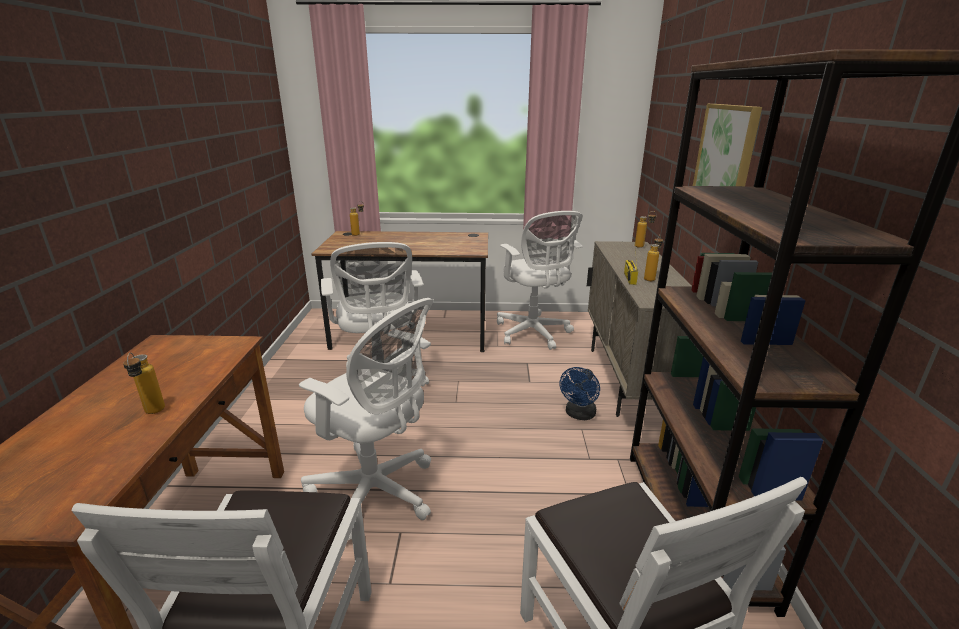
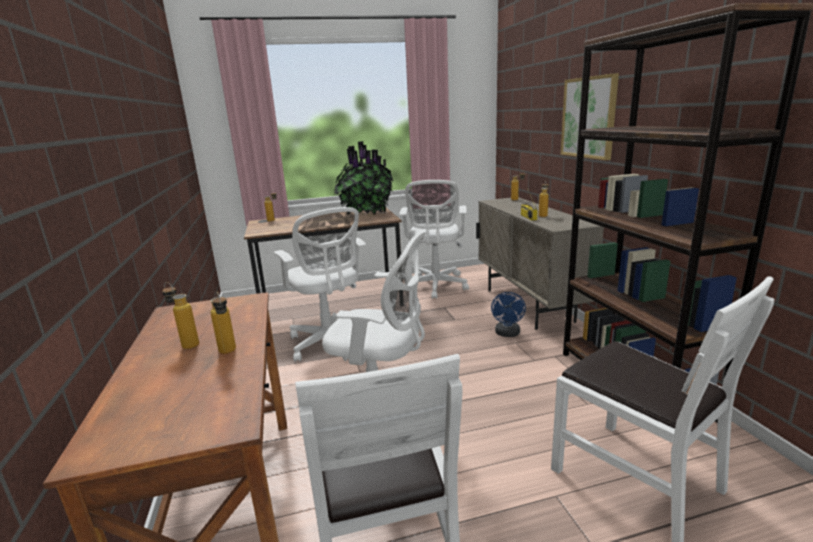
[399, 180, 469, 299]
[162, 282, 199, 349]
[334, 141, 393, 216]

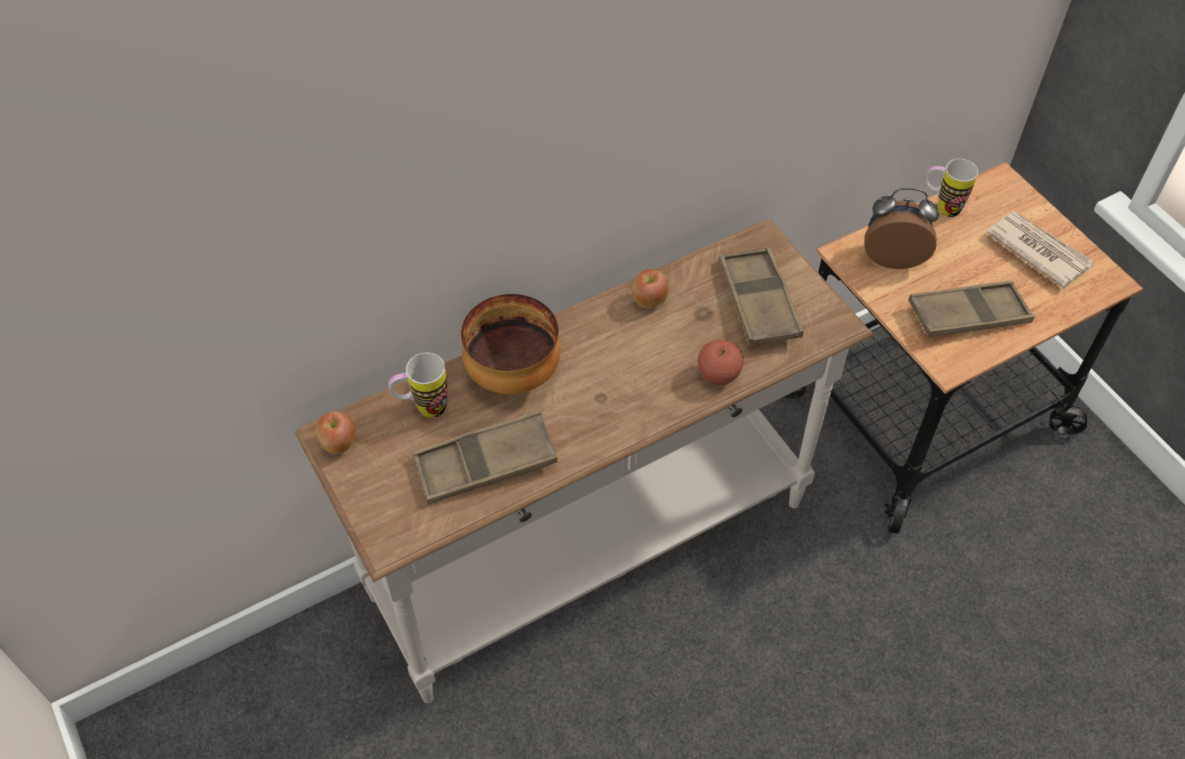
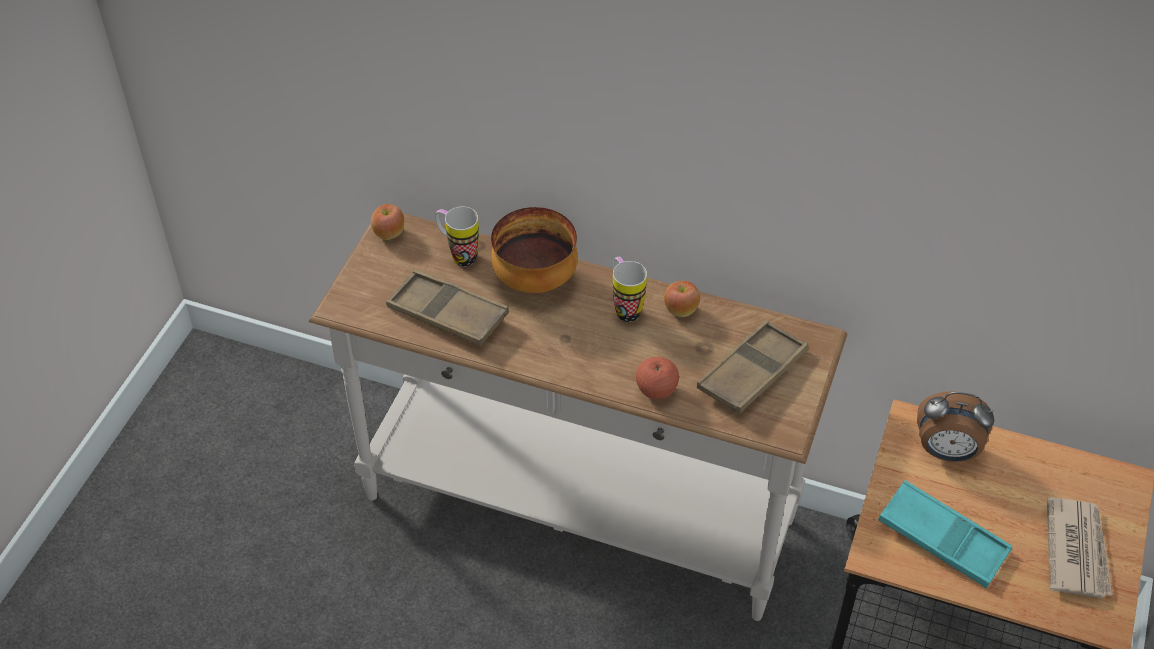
[917, 391, 994, 462]
[878, 480, 1012, 588]
[613, 257, 647, 322]

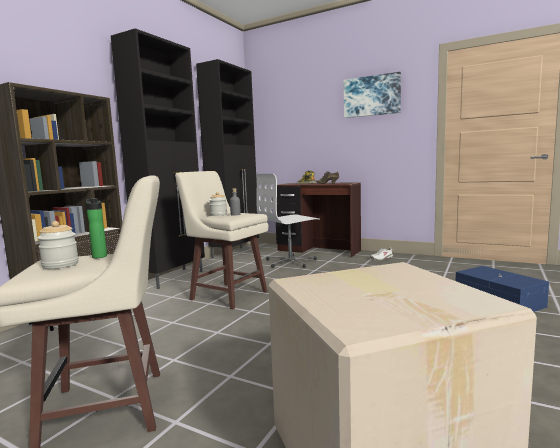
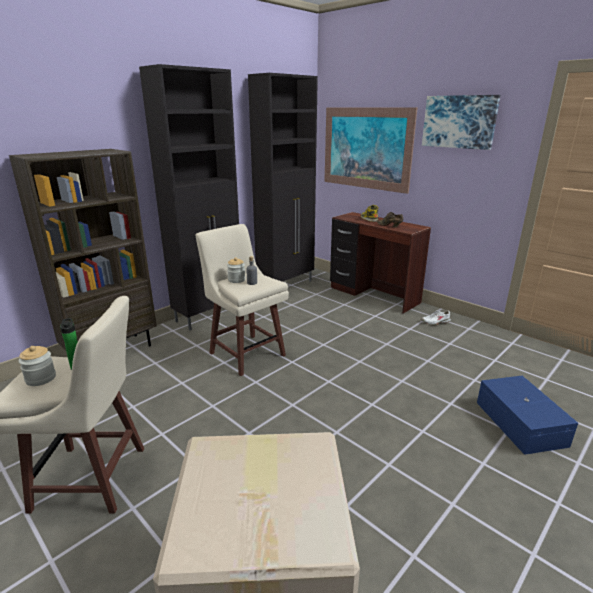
[257, 174, 320, 268] (first image)
[324, 108, 417, 194]

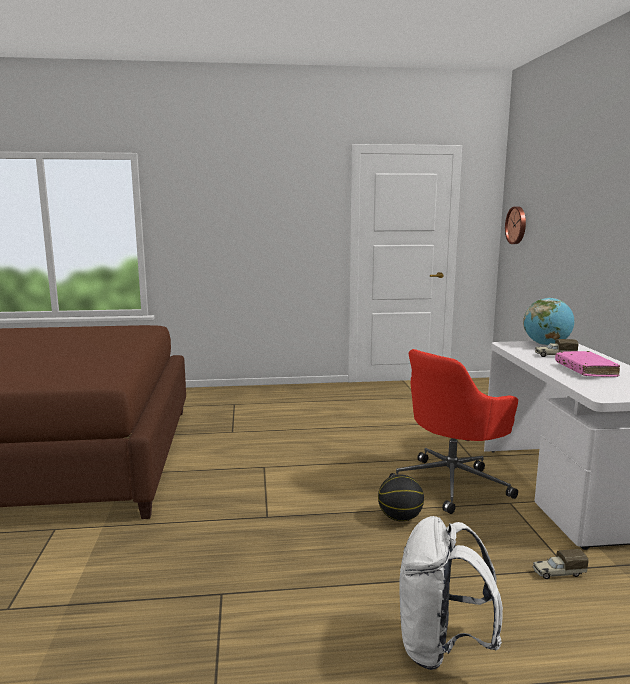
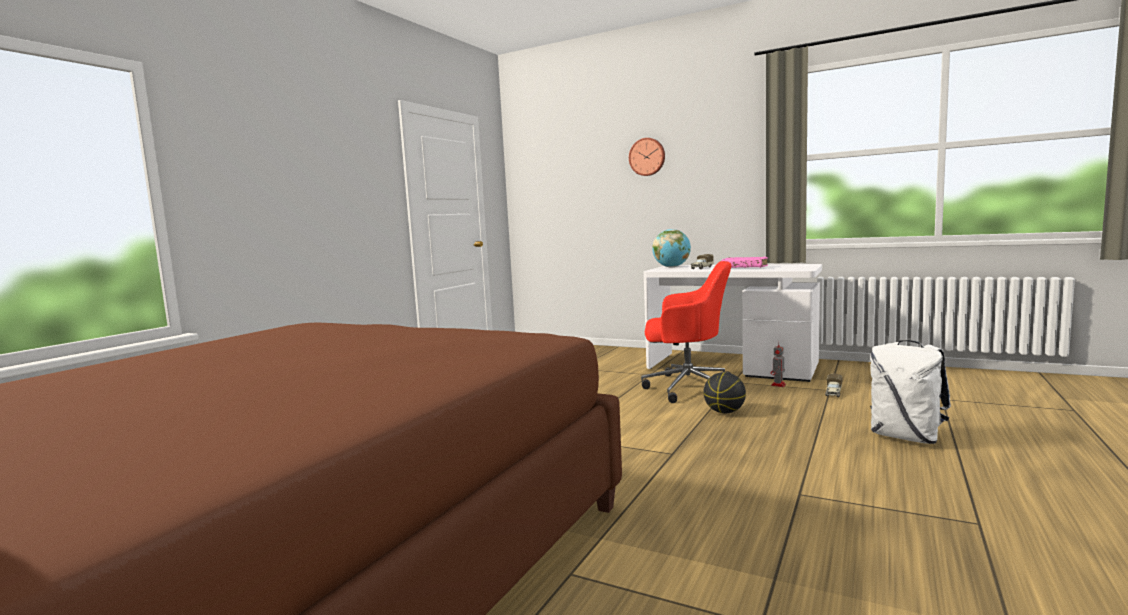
[641, 261, 731, 403]
[629, 138, 665, 176]
[771, 342, 786, 387]

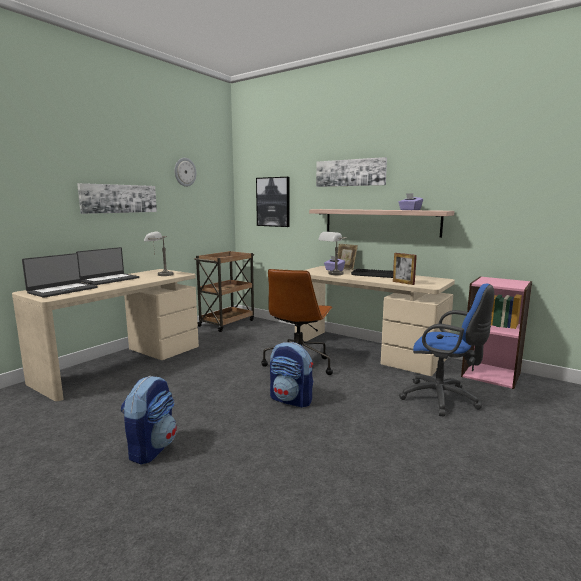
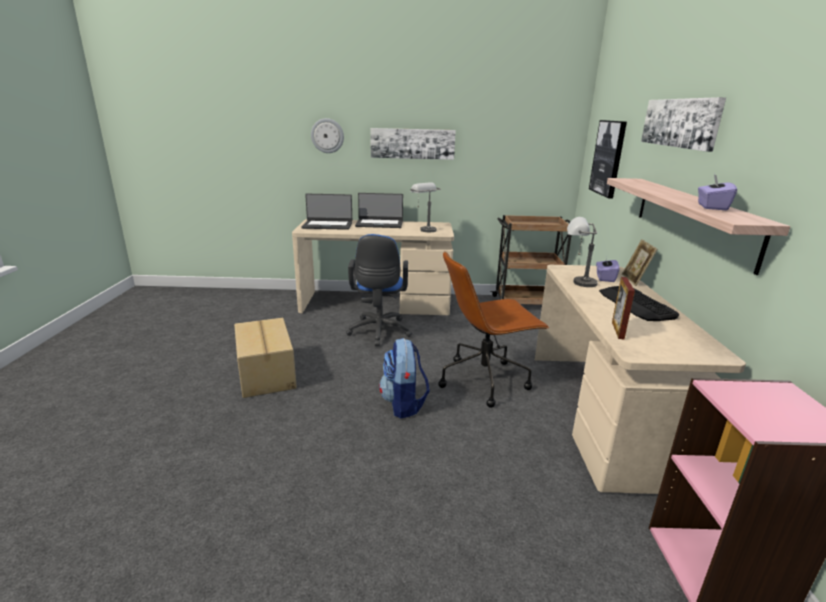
[234, 318, 297, 398]
[311, 118, 344, 153]
[346, 234, 412, 346]

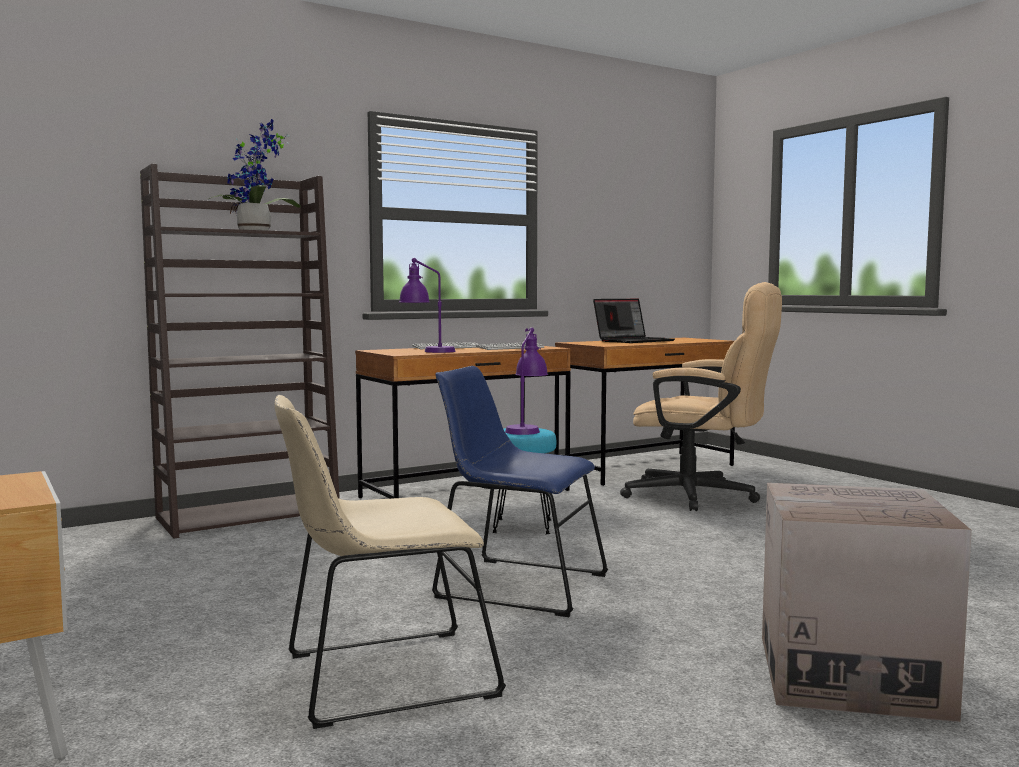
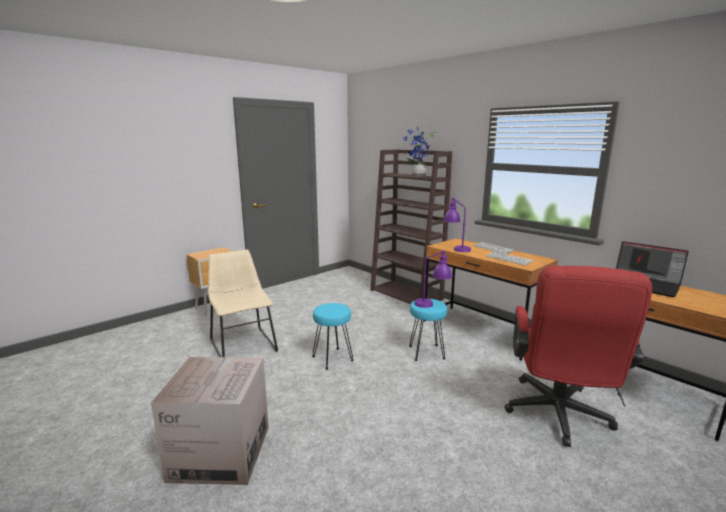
[312, 303, 354, 370]
[504, 266, 652, 447]

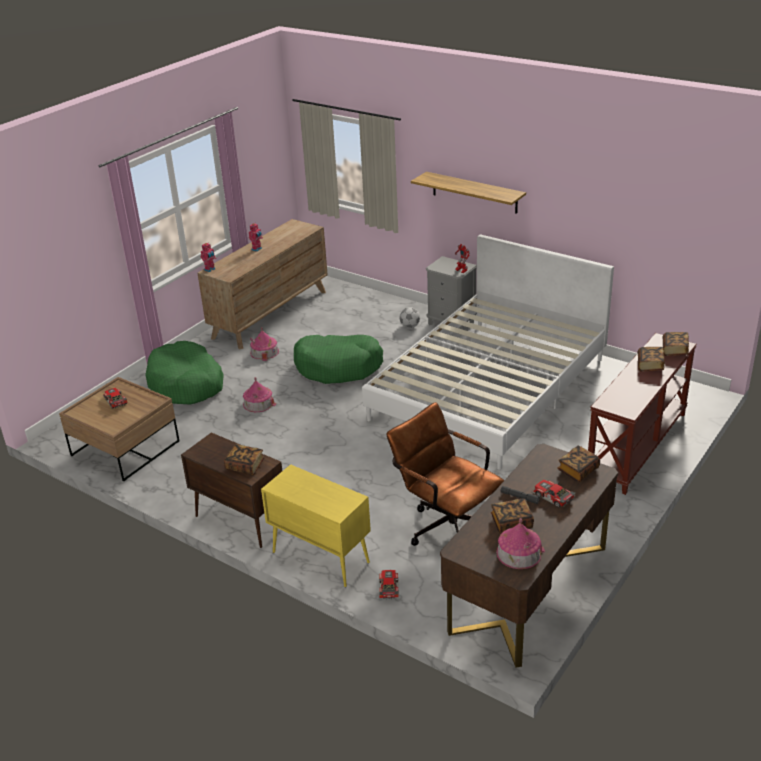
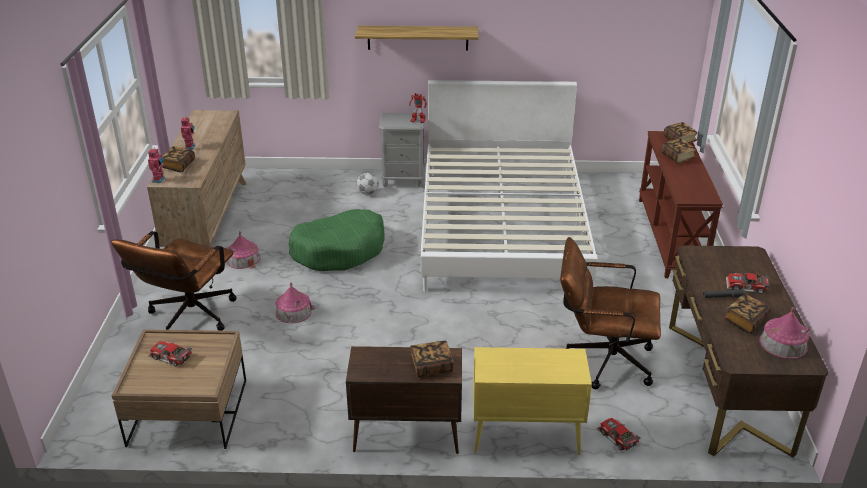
[111, 231, 237, 331]
[162, 146, 195, 172]

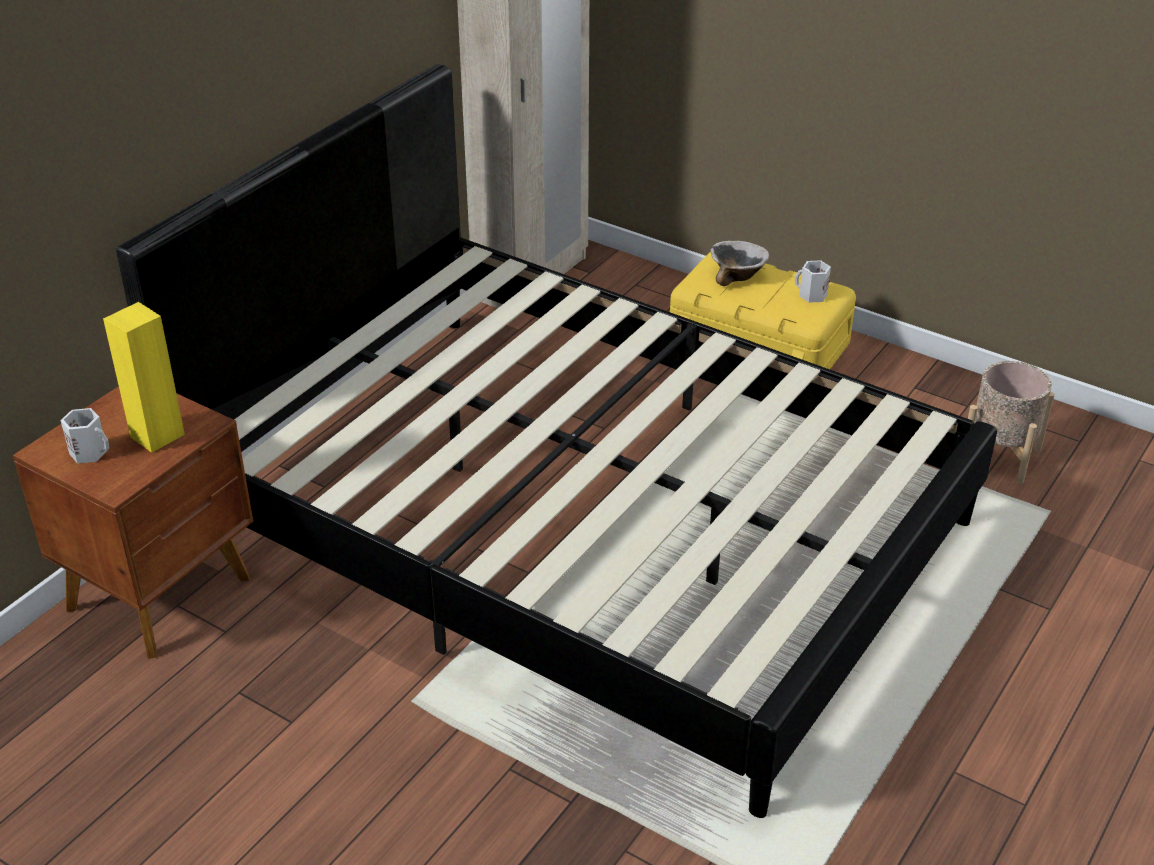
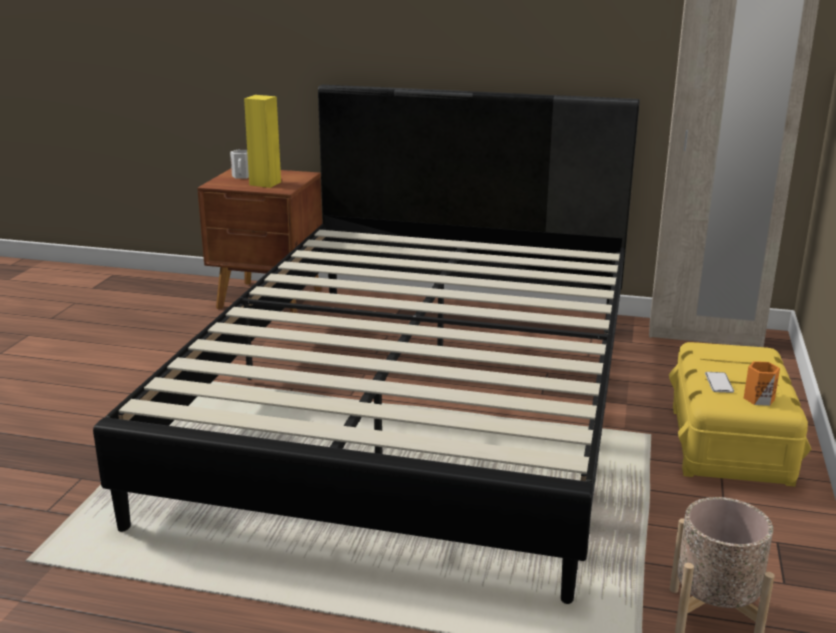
[711, 241, 769, 286] (first image)
[744, 361, 780, 406]
[705, 372, 734, 393]

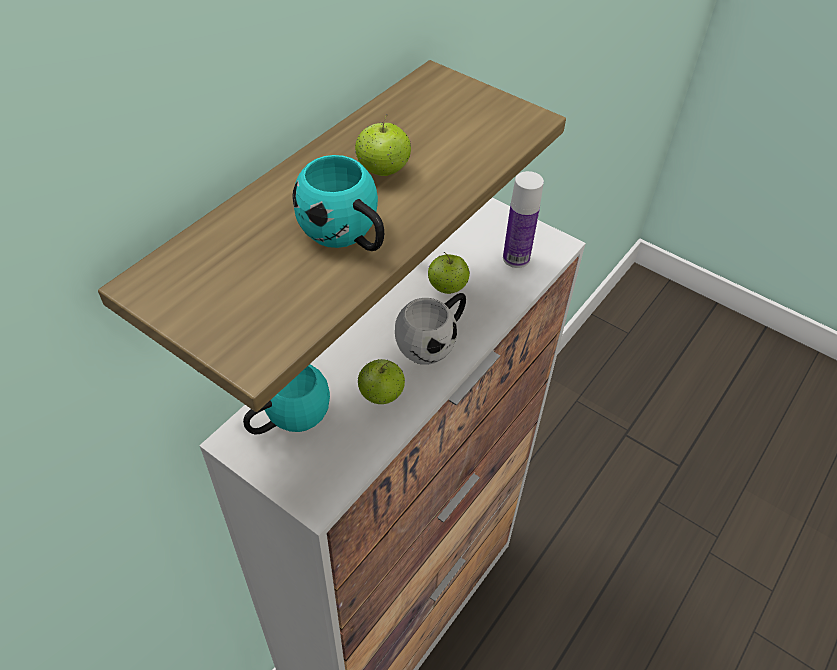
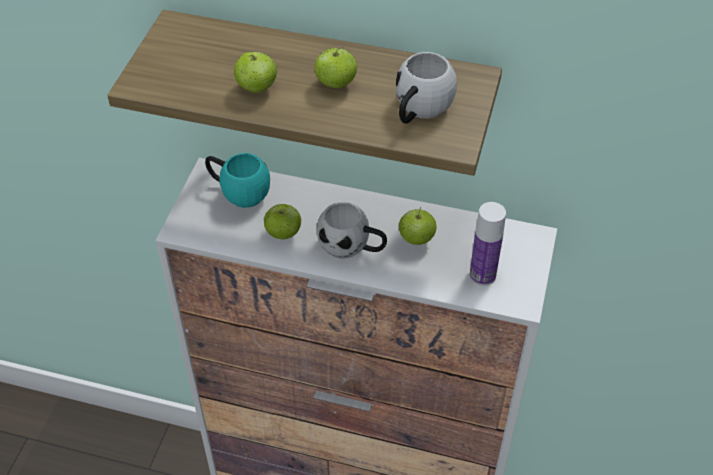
[234, 52, 277, 93]
[396, 52, 457, 124]

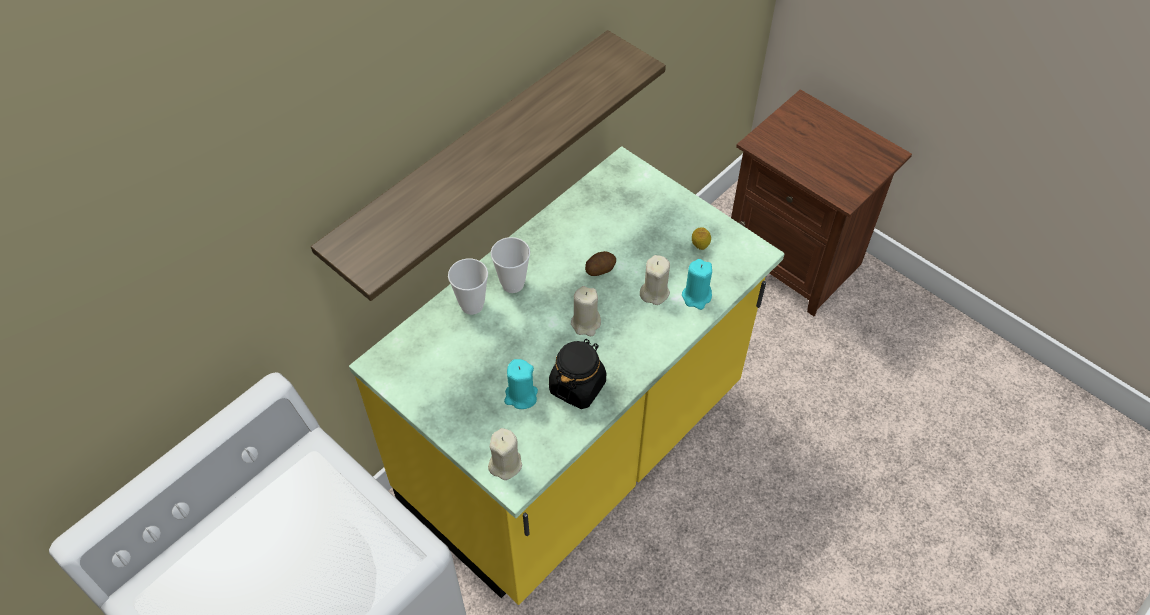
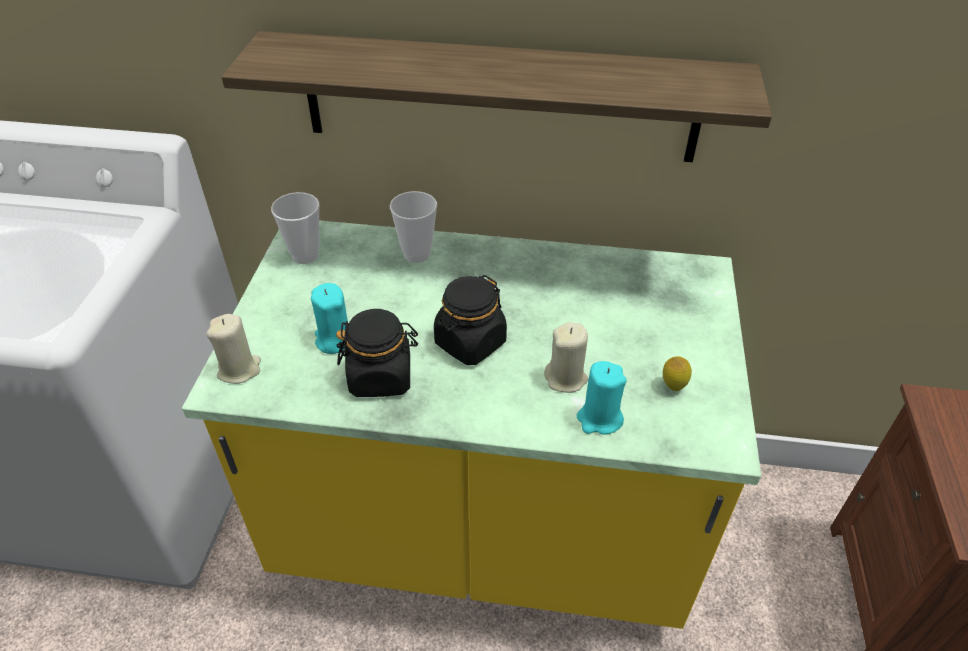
[271, 192, 320, 264]
[434, 275, 507, 365]
[585, 251, 616, 276] (first image)

